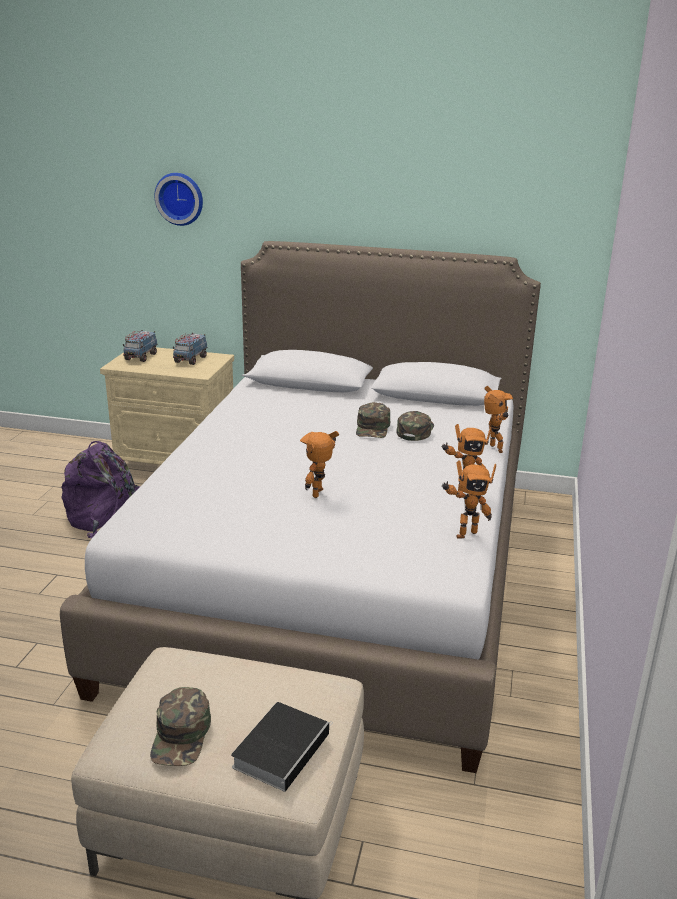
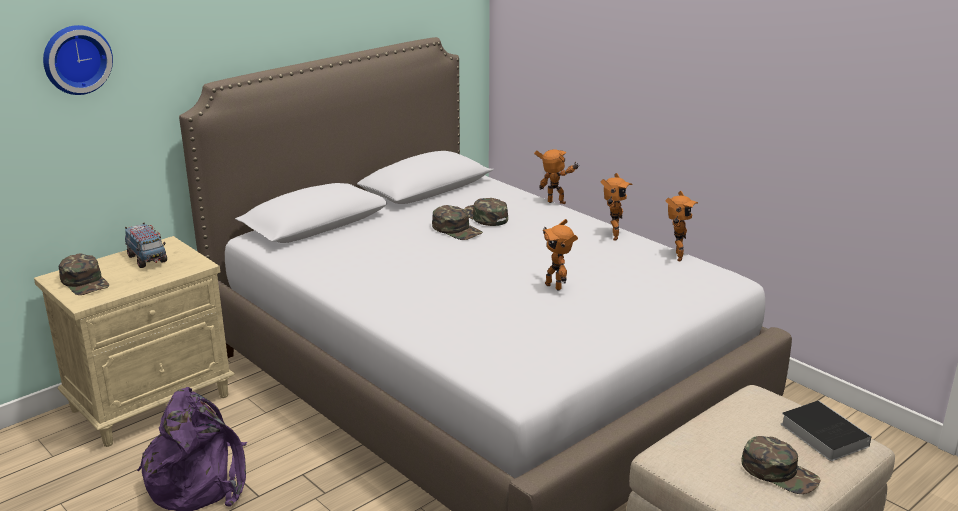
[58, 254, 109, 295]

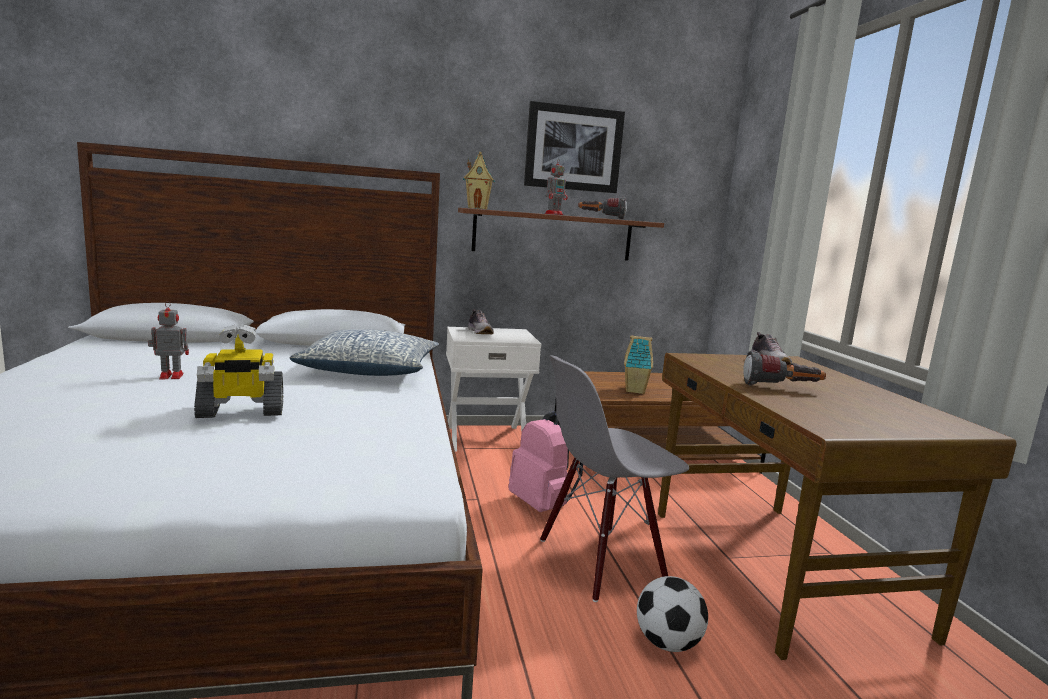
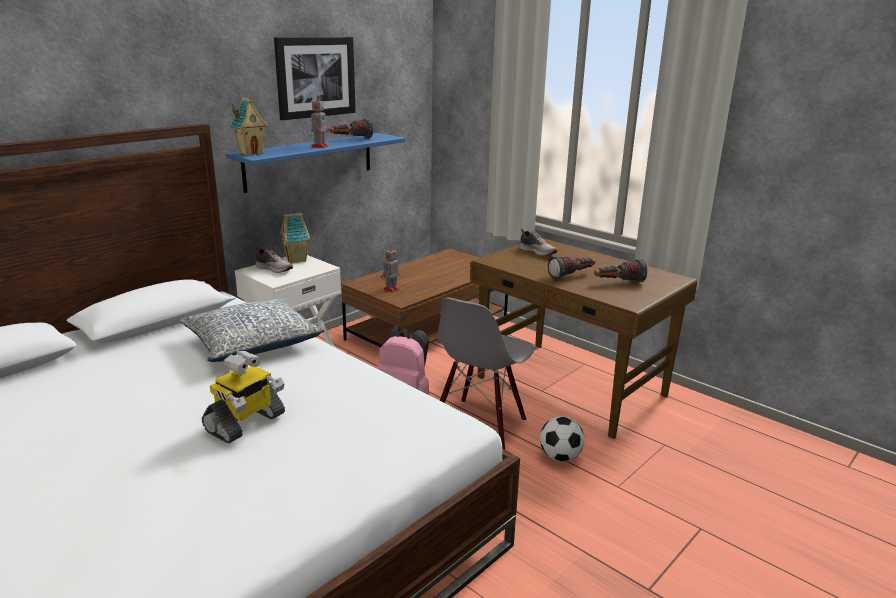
[381, 245, 400, 293]
[226, 133, 406, 193]
[280, 213, 310, 264]
[594, 259, 647, 282]

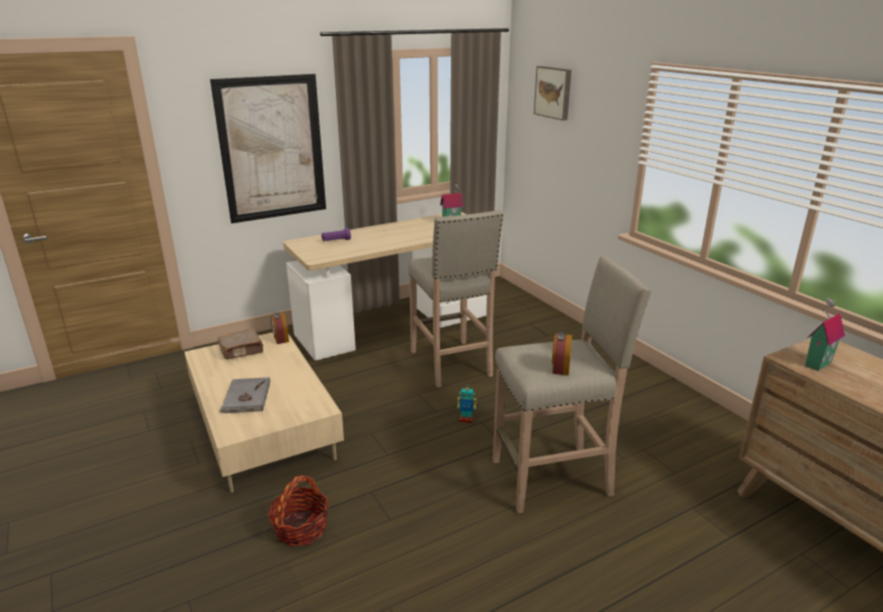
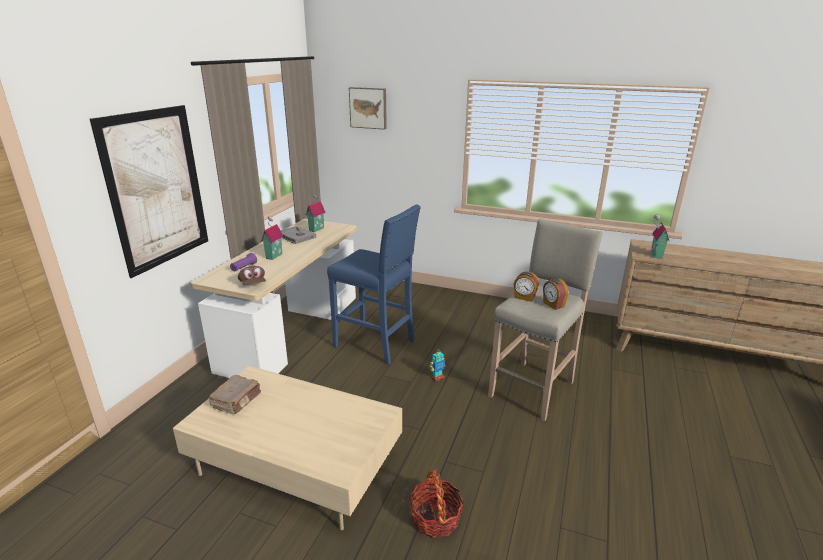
[280, 226, 316, 244]
[514, 271, 539, 302]
[327, 204, 421, 365]
[238, 266, 266, 285]
[261, 216, 283, 260]

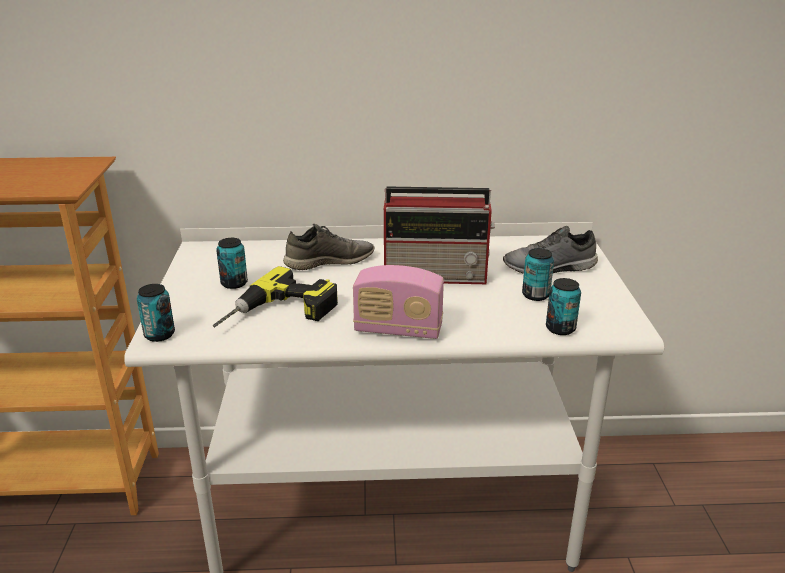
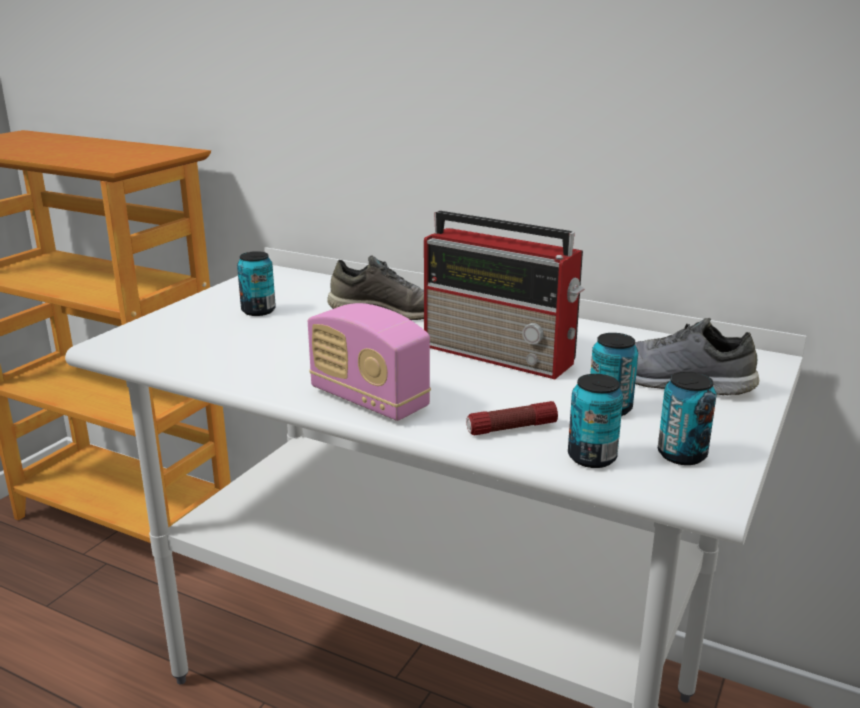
[658, 371, 717, 465]
[213, 266, 338, 328] (first image)
[466, 401, 558, 435]

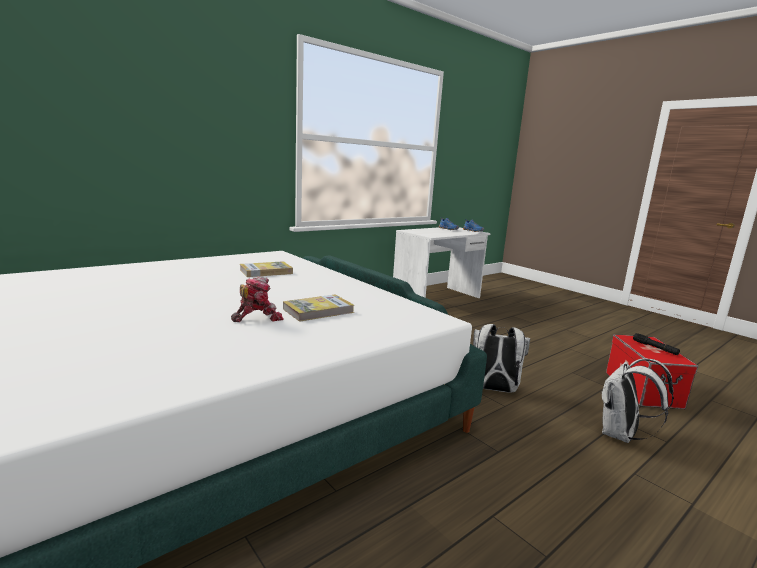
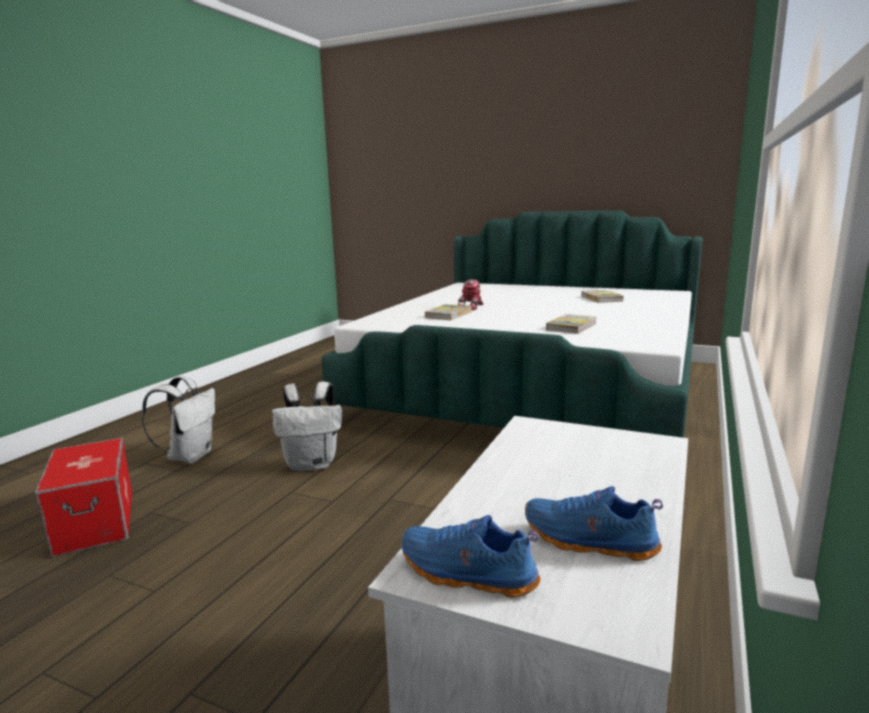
[633, 333, 680, 355] (first image)
[581, 290, 624, 303]

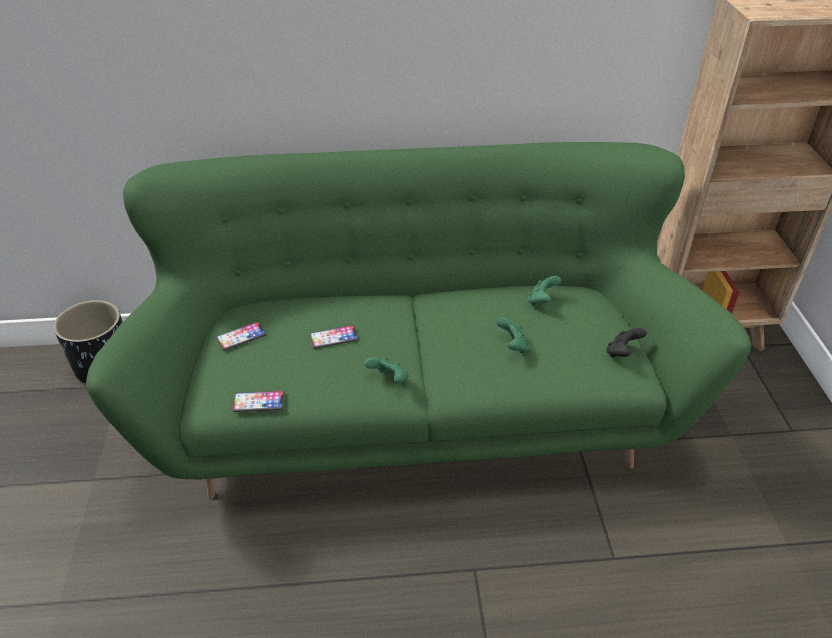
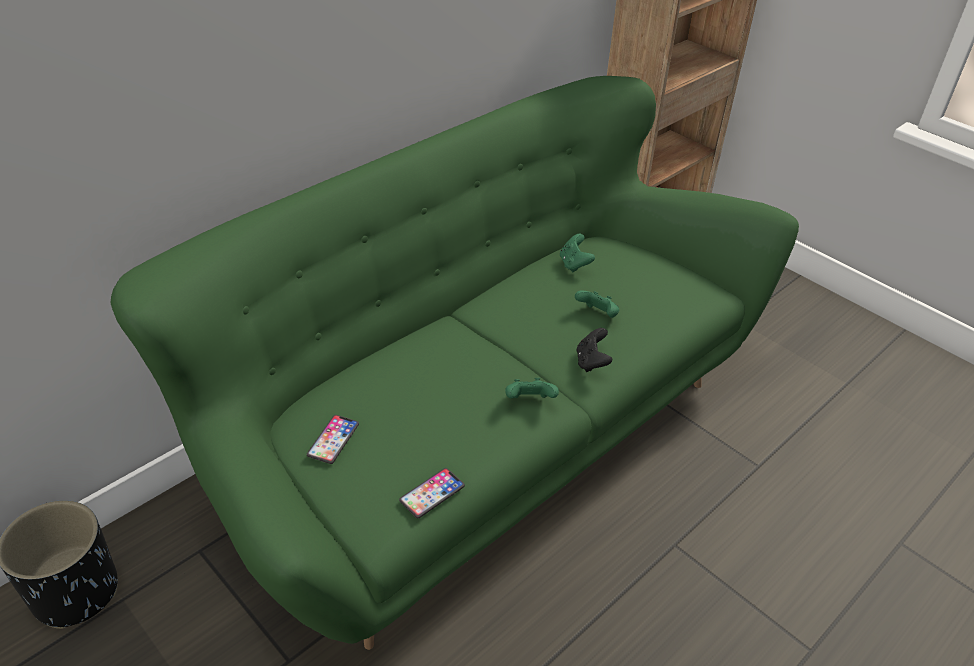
[310, 325, 358, 349] (first image)
[576, 328, 612, 372]

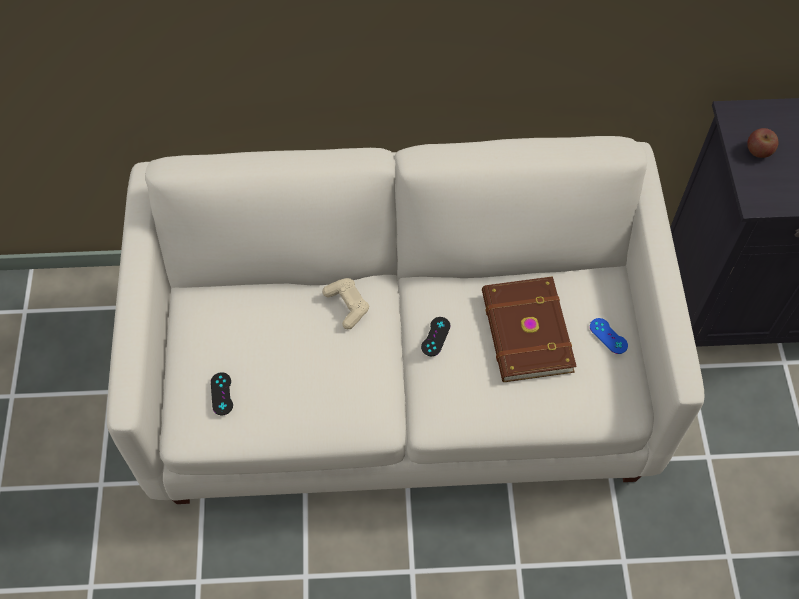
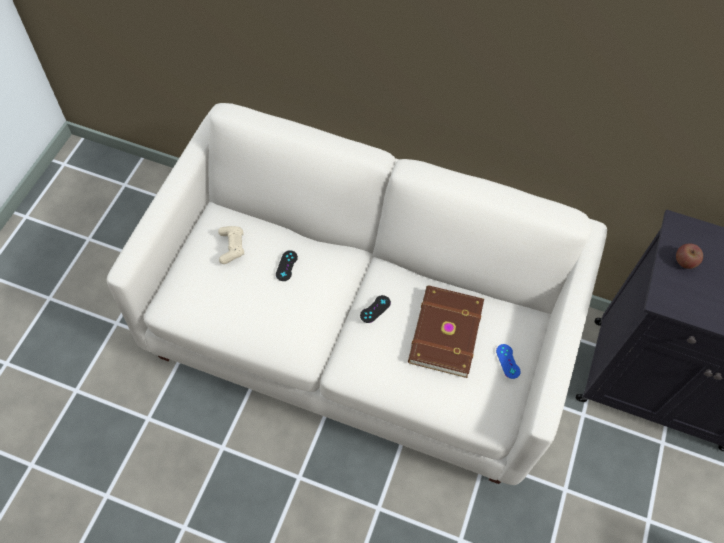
[276, 250, 298, 281]
[218, 226, 244, 264]

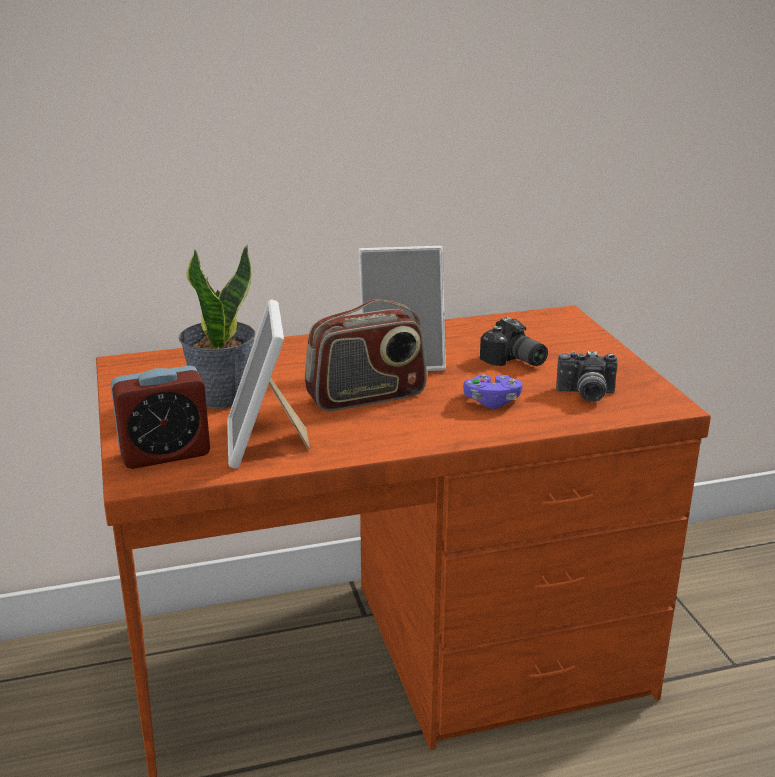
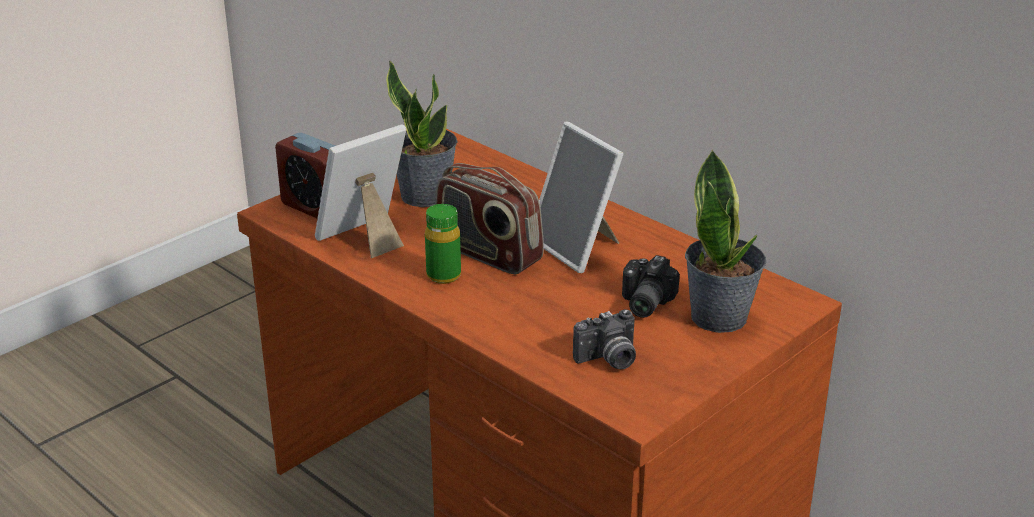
[463, 374, 523, 409] (first image)
[573, 309, 636, 369]
[425, 204, 461, 284]
[685, 149, 766, 333]

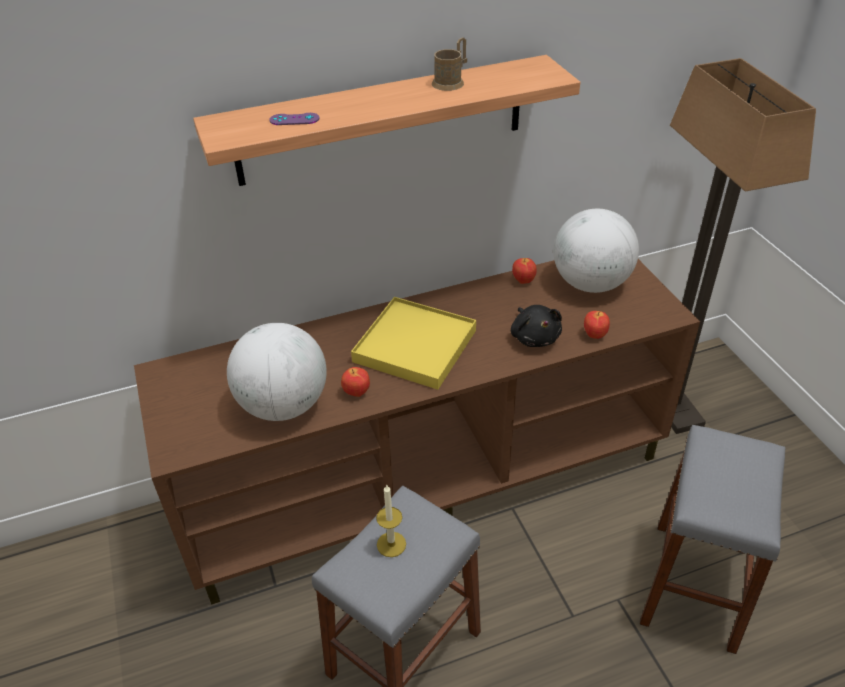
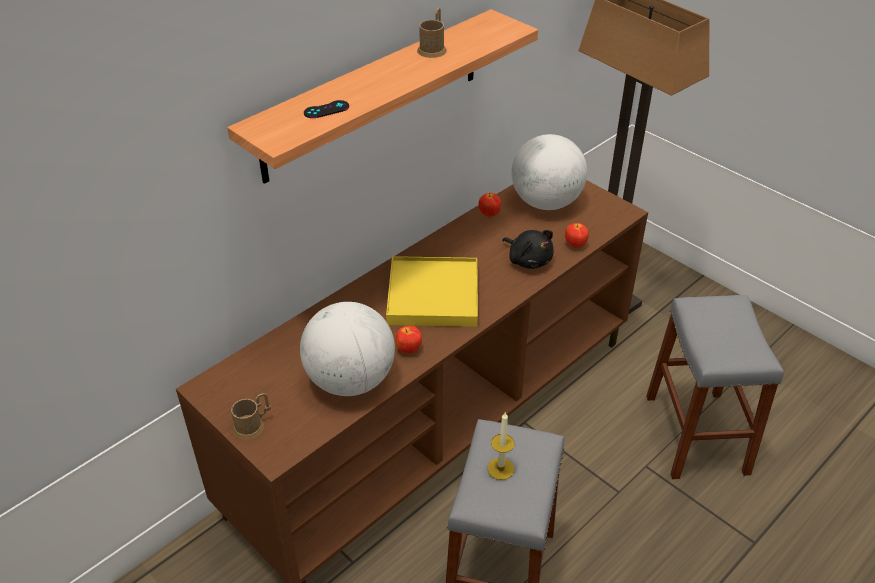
[304, 100, 349, 118]
[231, 393, 271, 440]

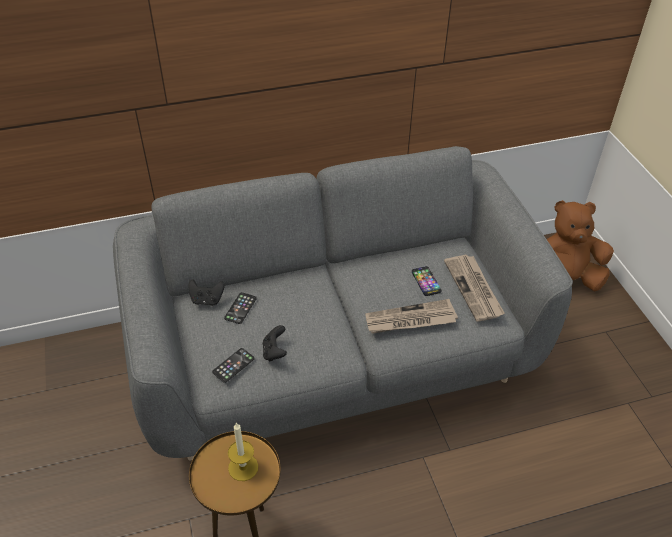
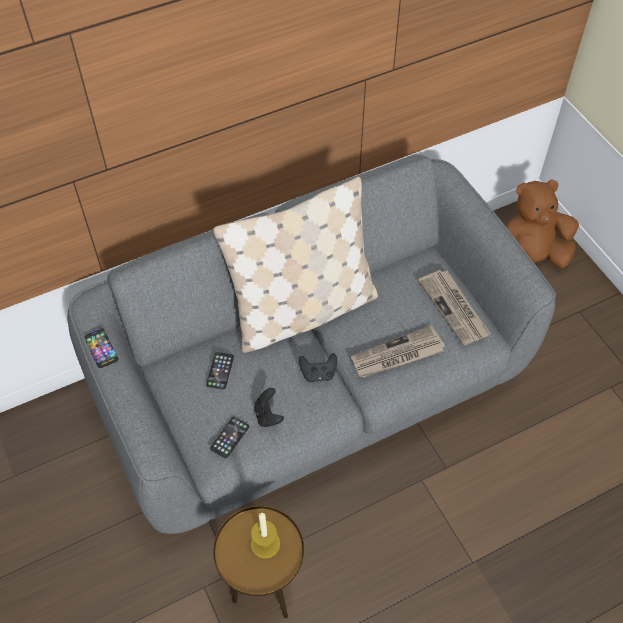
[299, 353, 337, 382]
[84, 328, 118, 368]
[213, 177, 378, 353]

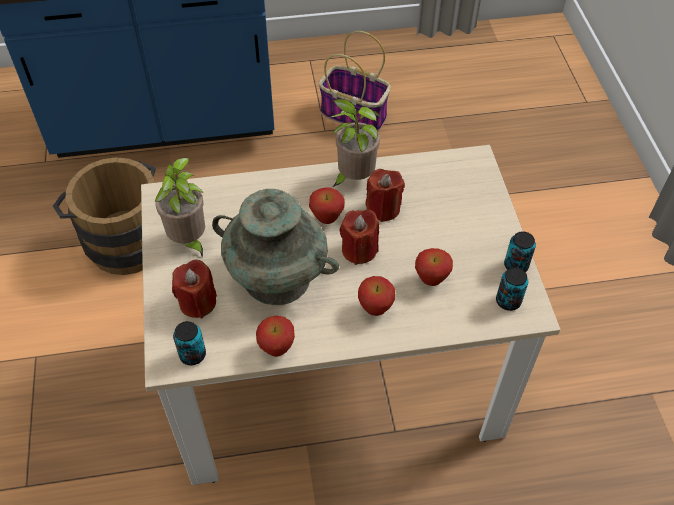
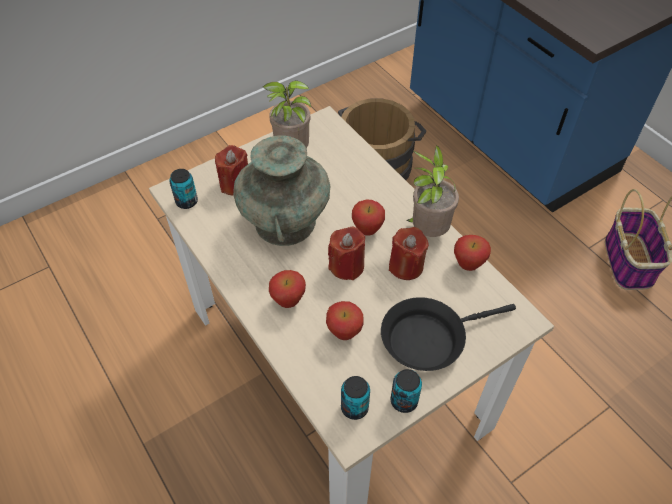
[454, 235, 491, 271]
[381, 297, 516, 371]

